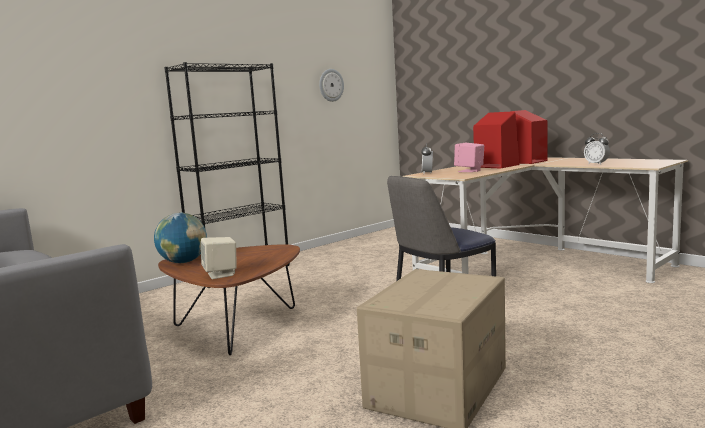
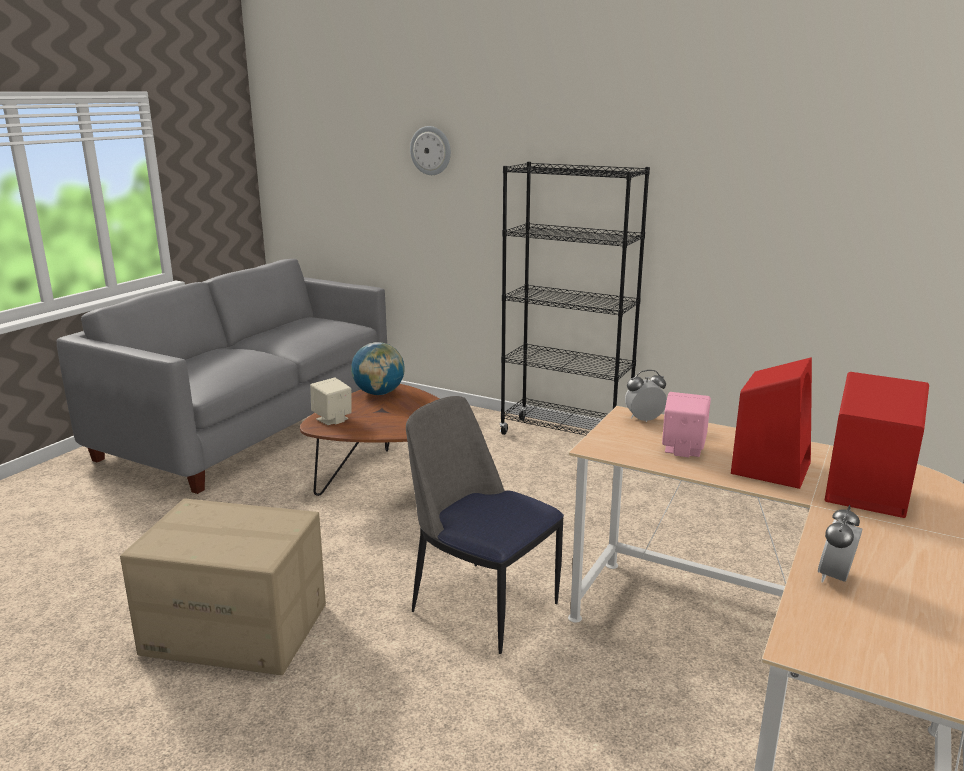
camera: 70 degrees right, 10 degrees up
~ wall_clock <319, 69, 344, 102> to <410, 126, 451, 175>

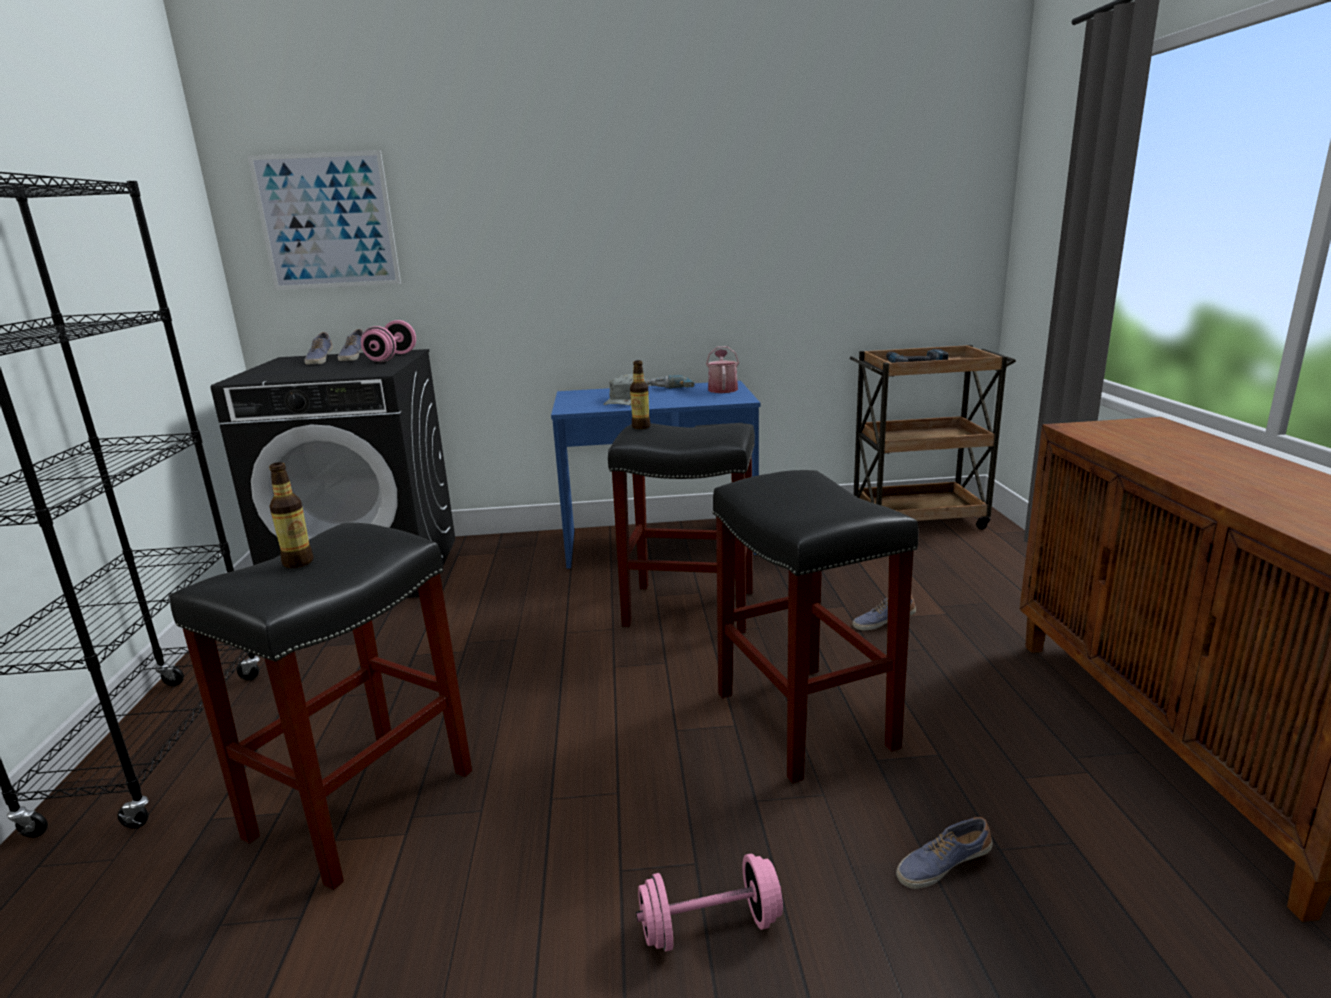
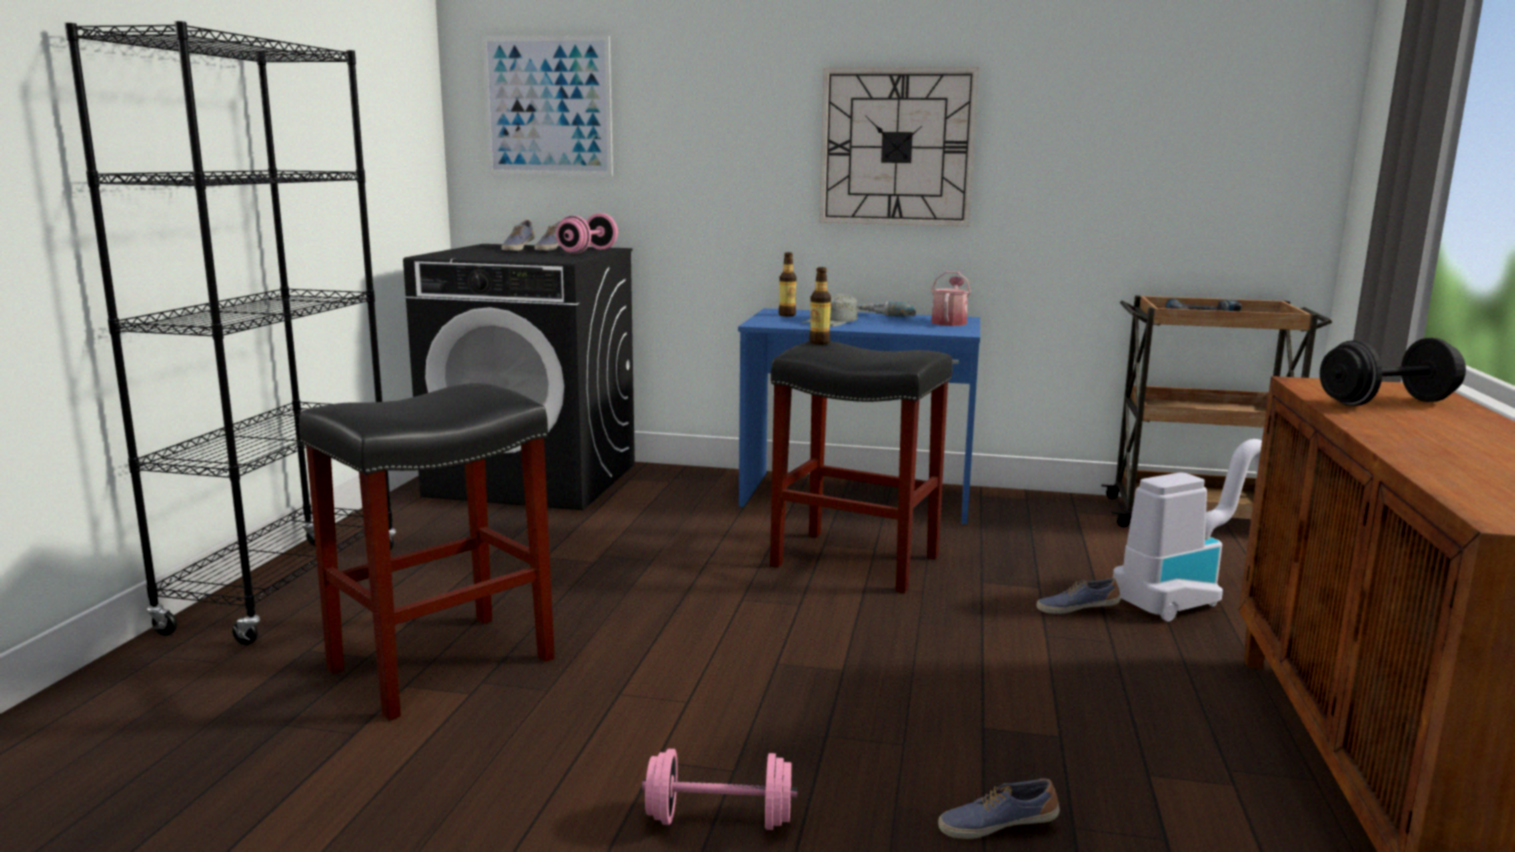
camera: 15 degrees right, 5 degrees down
~ bottle <269, 462, 314, 568> to <779, 252, 796, 317>
- black_stool <712, 470, 919, 784>
+ wall_clock <819, 67, 979, 226>
+ vacuum_cleaner <1113, 439, 1262, 622>
+ black_dumbbell <1320, 338, 1466, 406>

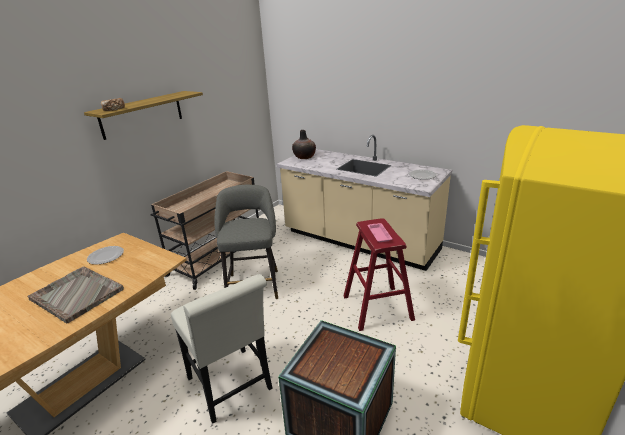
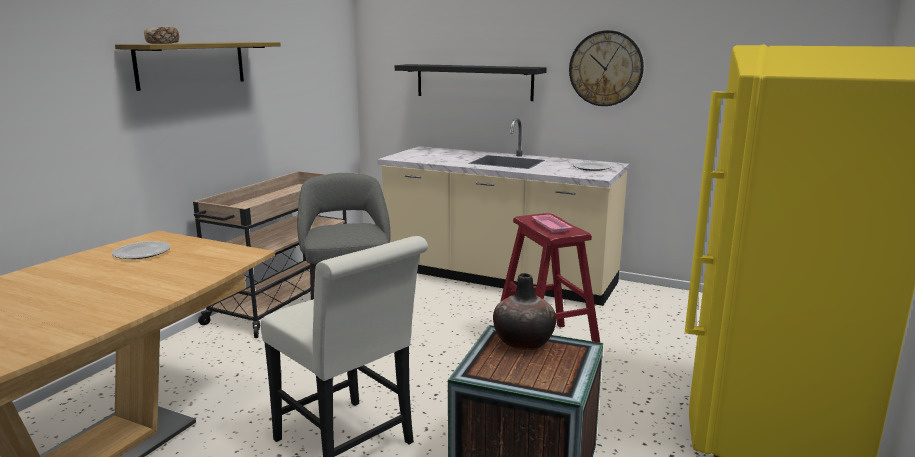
camera: 10 degrees left, 10 degrees down
- grey_tray <27, 266, 124, 323>
~ vase <292, 130, 316, 159> to <493, 273, 556, 350>
+ black_shelf <395, 64, 547, 101>
+ wall_clock <569, 30, 644, 106>

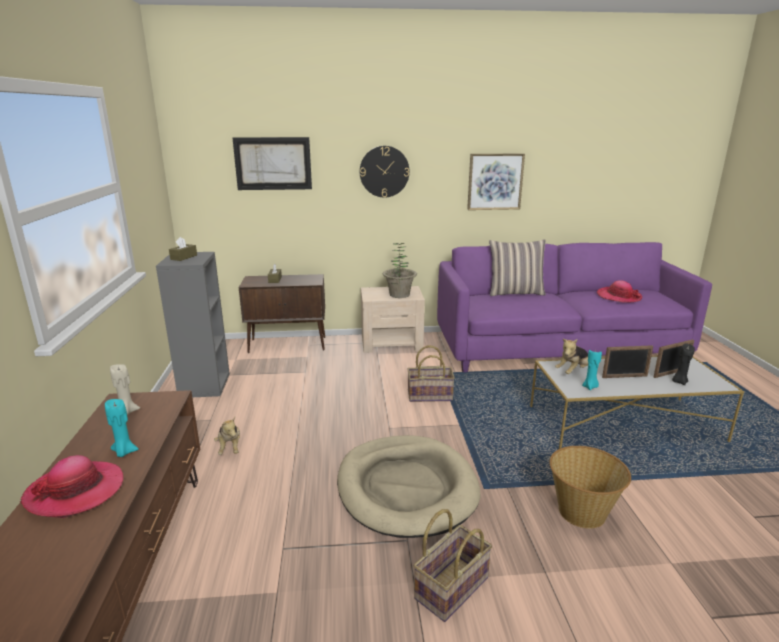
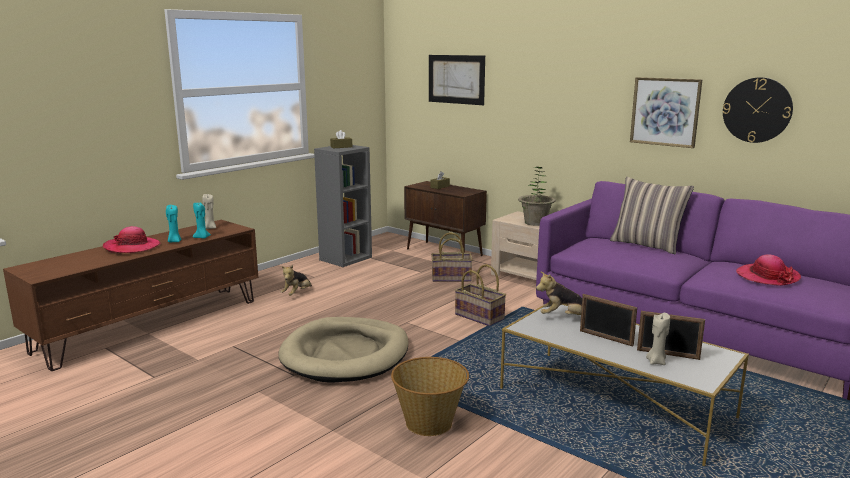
camera: 45 degrees right, 5 degrees down
~ wall_clock <360, 146, 410, 198> to <723, 77, 793, 143>
~ basket <413, 509, 492, 622> to <431, 232, 472, 282>
~ turquoise_candle <582, 350, 602, 390> to <193, 203, 211, 238>
~ black_candle <672, 343, 695, 385> to beige_candle <646, 313, 670, 365>

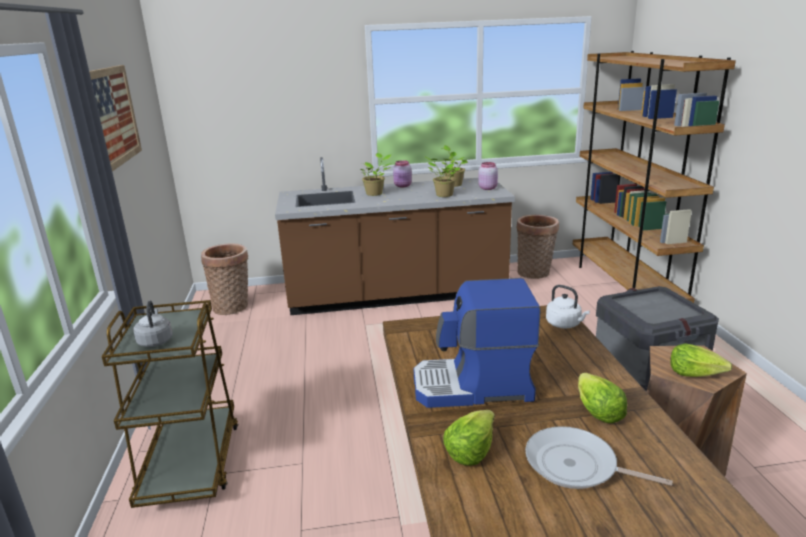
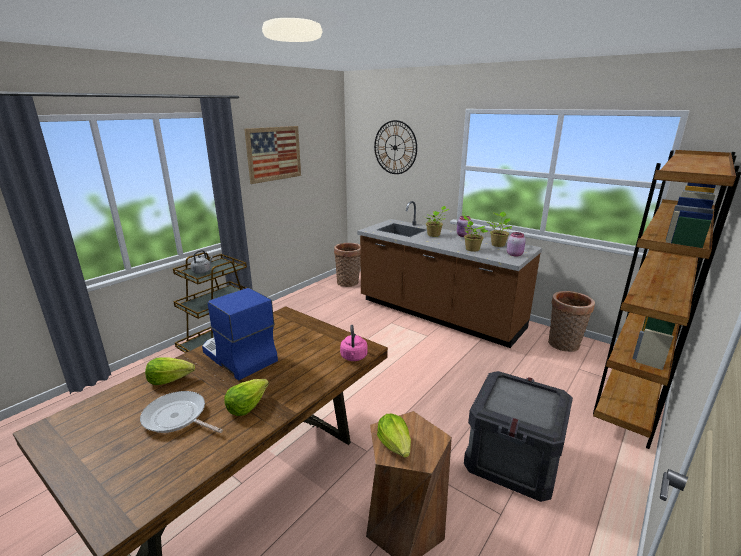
camera: 45 degrees right, 0 degrees up
~ frying_pan <525, 426, 672, 489> = <140, 391, 223, 433> 45 degrees counterclockwise
~ white_kettle <546, 285, 590, 329> to pink_kettle <340, 325, 368, 361>
+ wall_clock <374, 120, 417, 174>

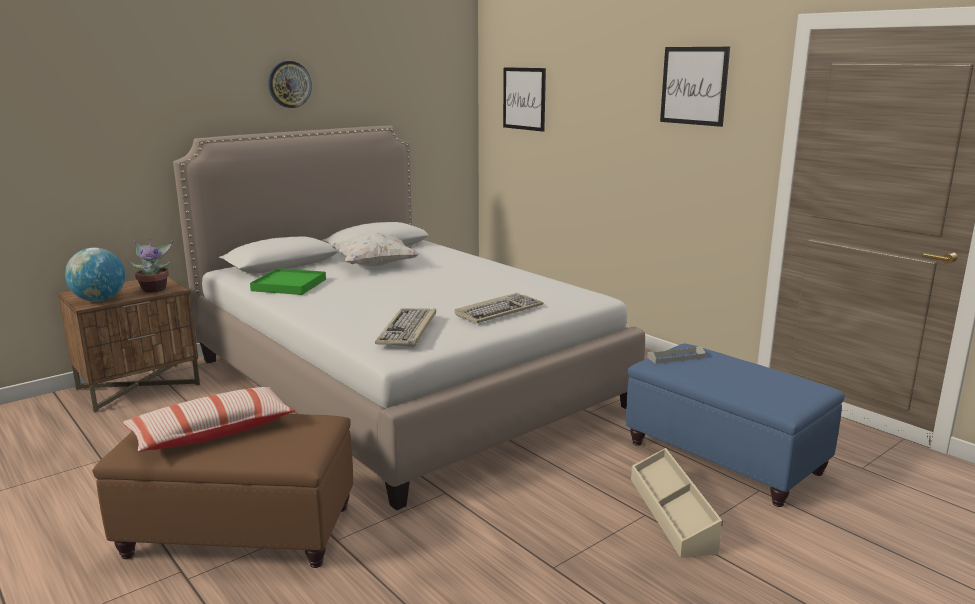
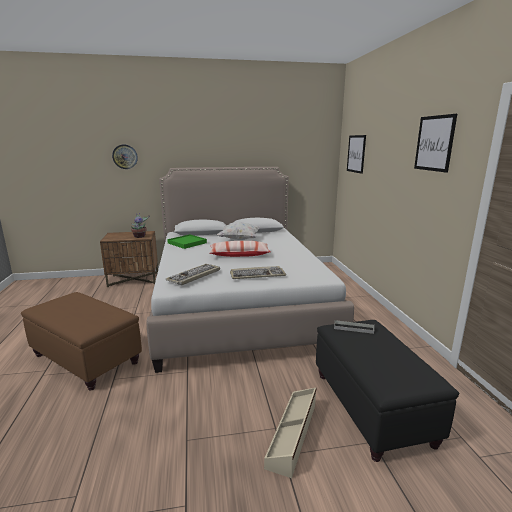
camera: 30 degrees right, 0 degrees up
- globe <65, 248, 125, 302>
~ pillow <123, 387, 295, 452> to <210, 241, 271, 257>
~ wall_clock <268, 61, 312, 108> to <112, 145, 138, 169>
~ blue_ottoman <626, 344, 845, 507> to black_ottoman <316, 320, 459, 462>

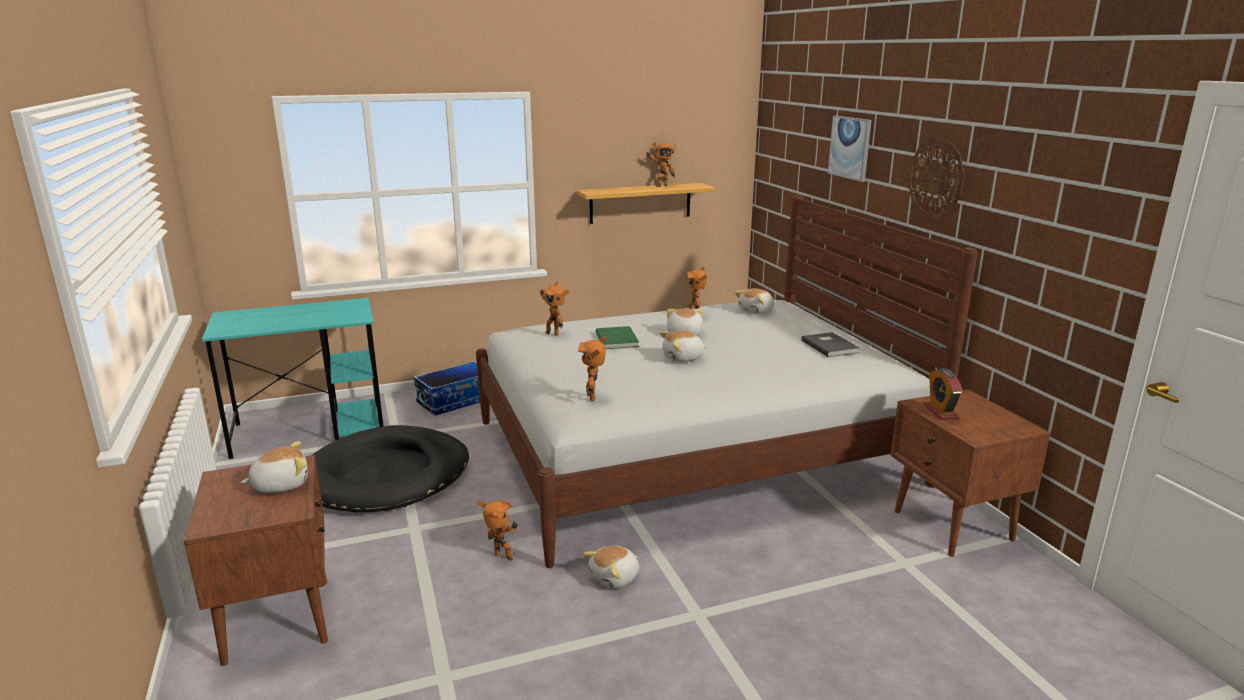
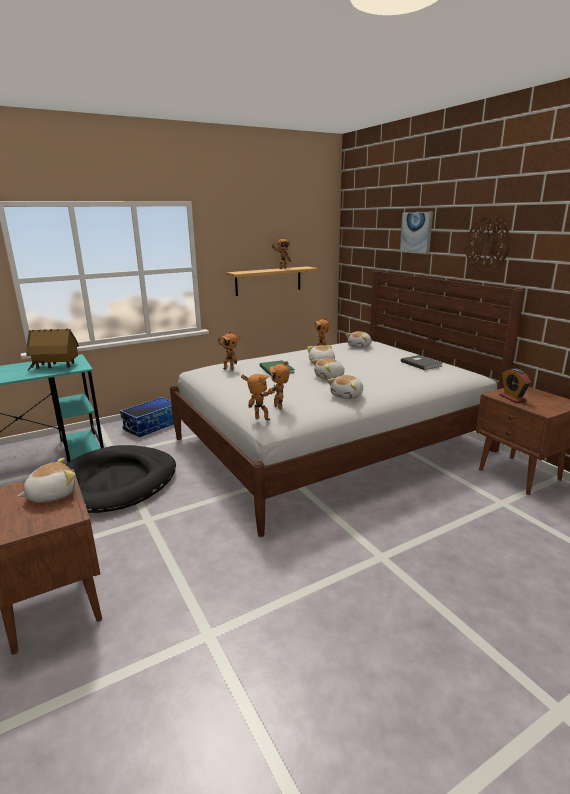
camera: 10 degrees left, 0 degrees up
~ toy_robot <477, 500, 519, 561> to <241, 374, 277, 421>
~ plush_toy <583, 545, 639, 588> to <327, 375, 363, 399>
+ toy_house <26, 329, 79, 371>

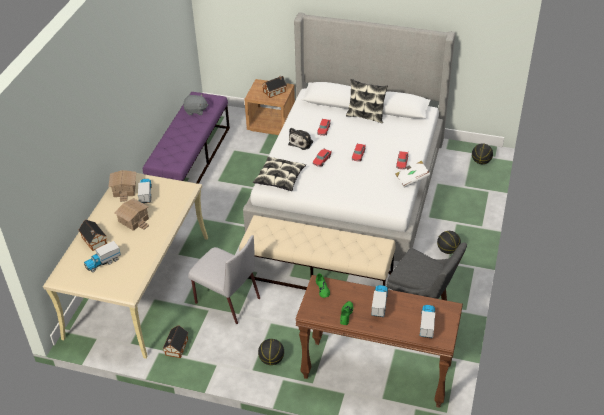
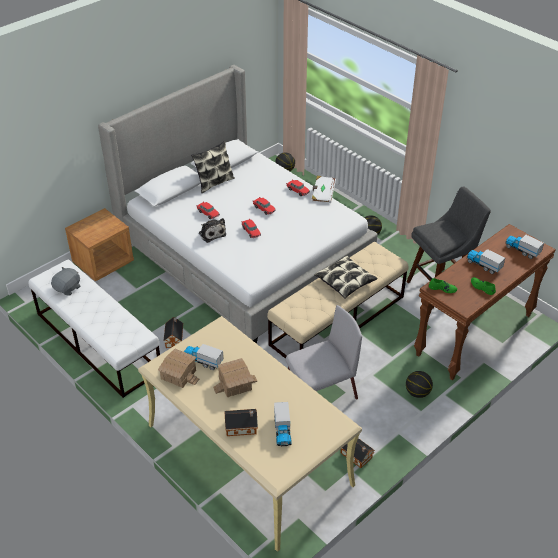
camera: 60 degrees left, 0 degrees up
~ purple_bench <143, 92, 230, 184> to white_bench <28, 260, 160, 398>
~ pillow <253, 157, 306, 191> to <314, 255, 378, 299>
~ toy_house <262, 76, 287, 98> to <163, 317, 183, 348>

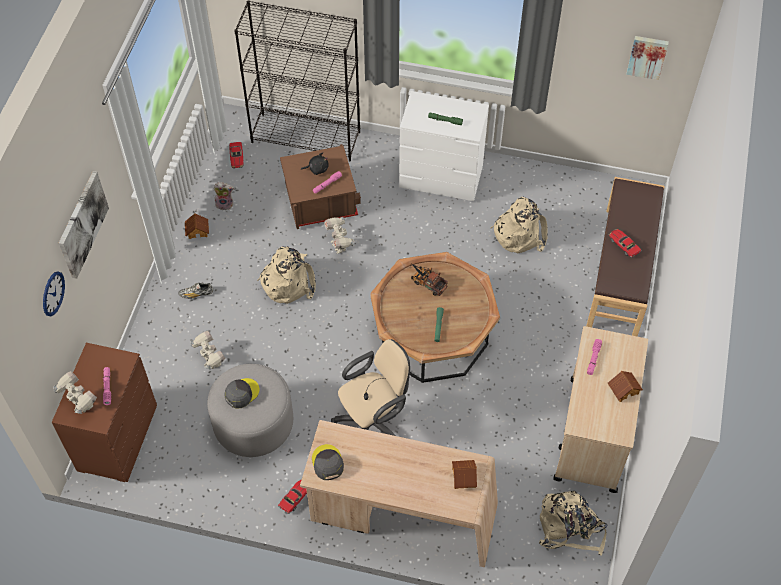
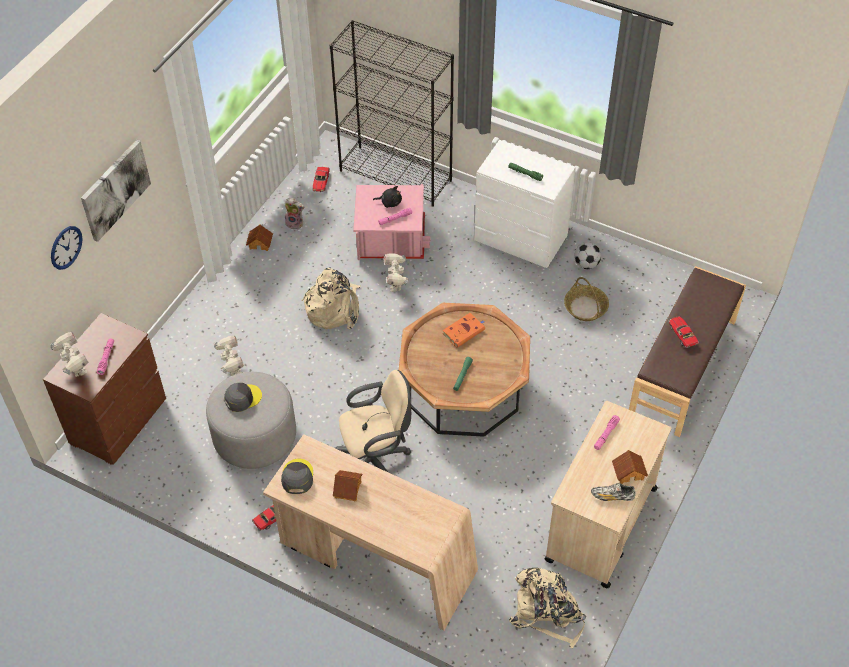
camera: 15 degrees right, 5 degrees down
~ shoe <178, 283, 213, 299> to <591, 483, 636, 501>
~ brown_storage_box <280, 144, 361, 229> to pink_storage_box <353, 184, 430, 260>
~ toy_truck <411, 263, 448, 296> to orange_book <443, 313, 485, 348>
~ toy_house <452, 460, 477, 489> to <333, 470, 362, 501>
~ beige_backpack <490, 197, 548, 254> to basket <564, 277, 609, 321>
- picture <626, 36, 669, 80>
+ football <574, 242, 601, 269>

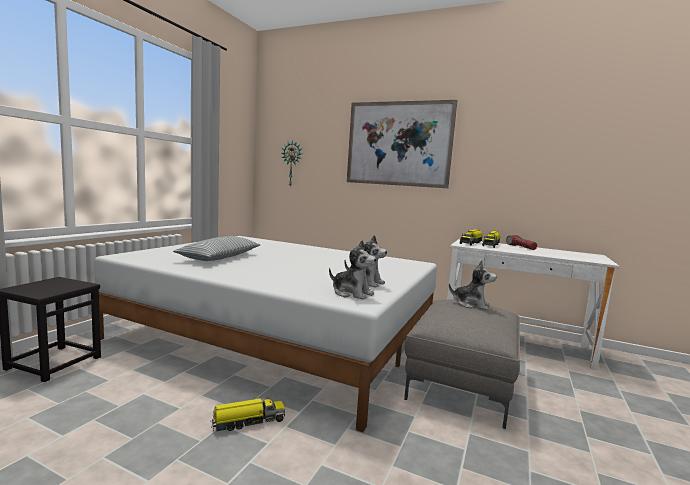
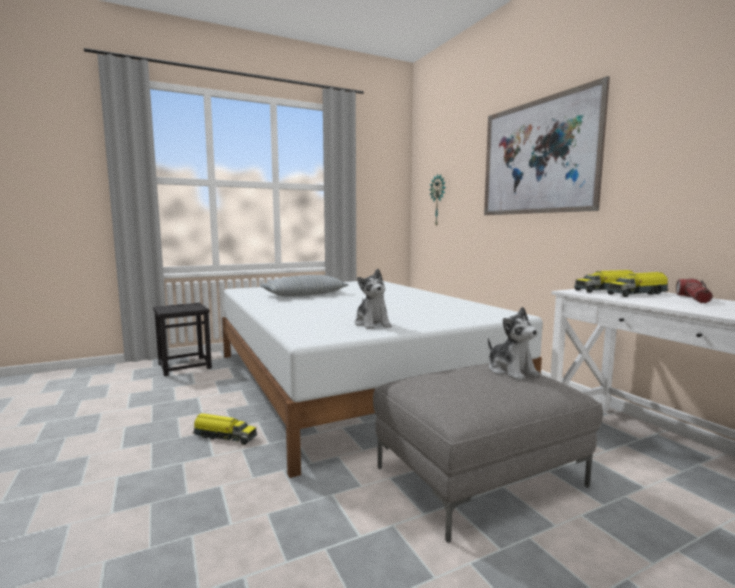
camera: 40 degrees right, 0 degrees up
- plush_toy <329, 241, 376, 300>

